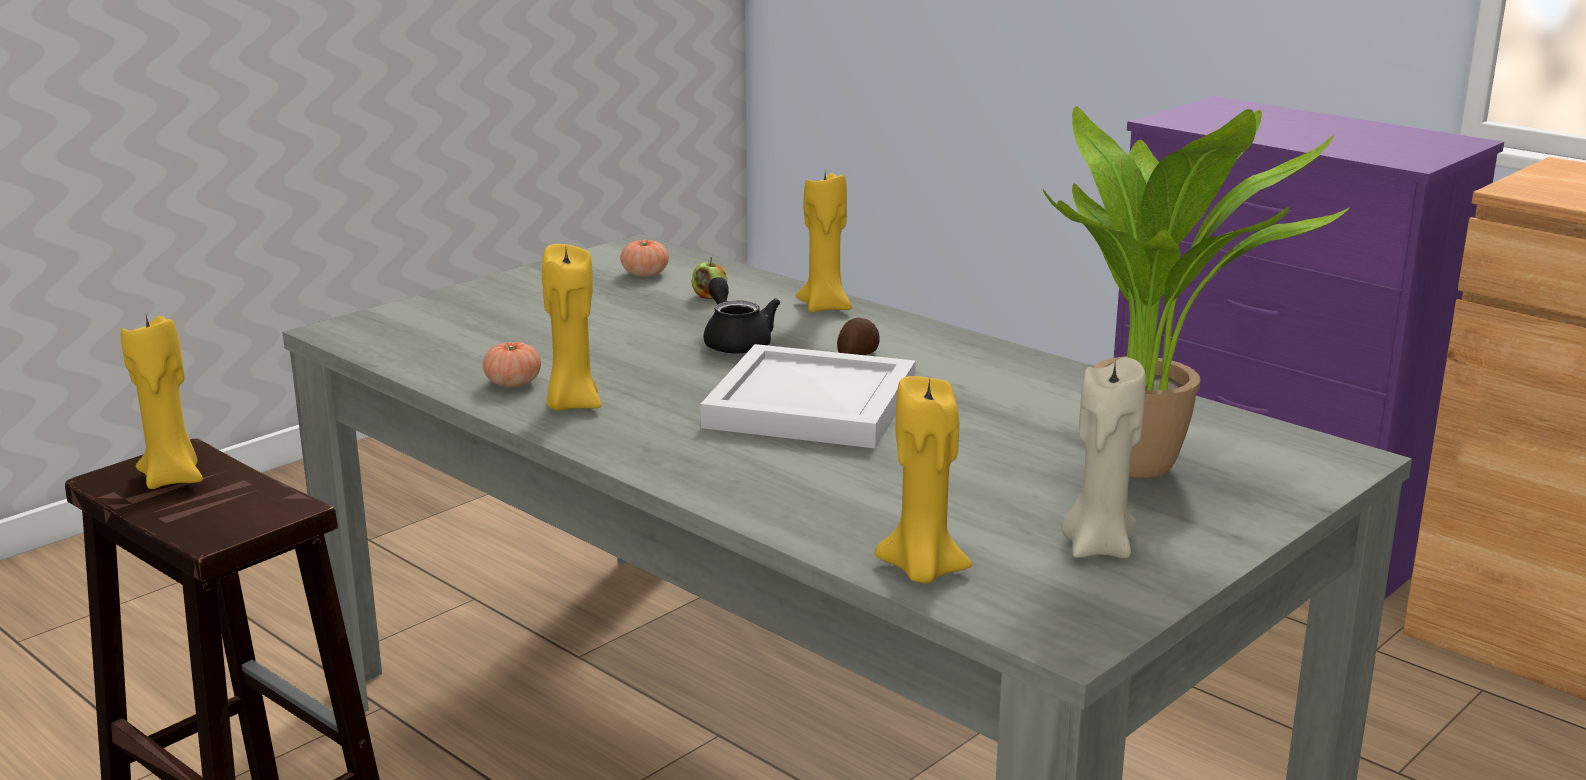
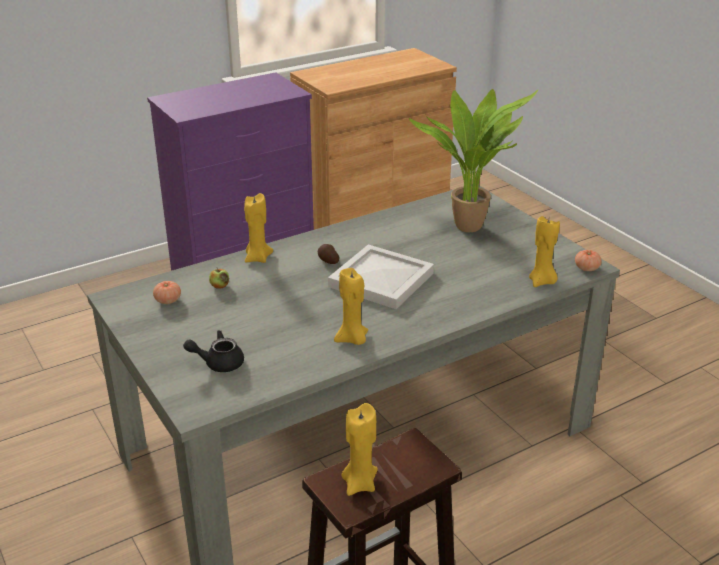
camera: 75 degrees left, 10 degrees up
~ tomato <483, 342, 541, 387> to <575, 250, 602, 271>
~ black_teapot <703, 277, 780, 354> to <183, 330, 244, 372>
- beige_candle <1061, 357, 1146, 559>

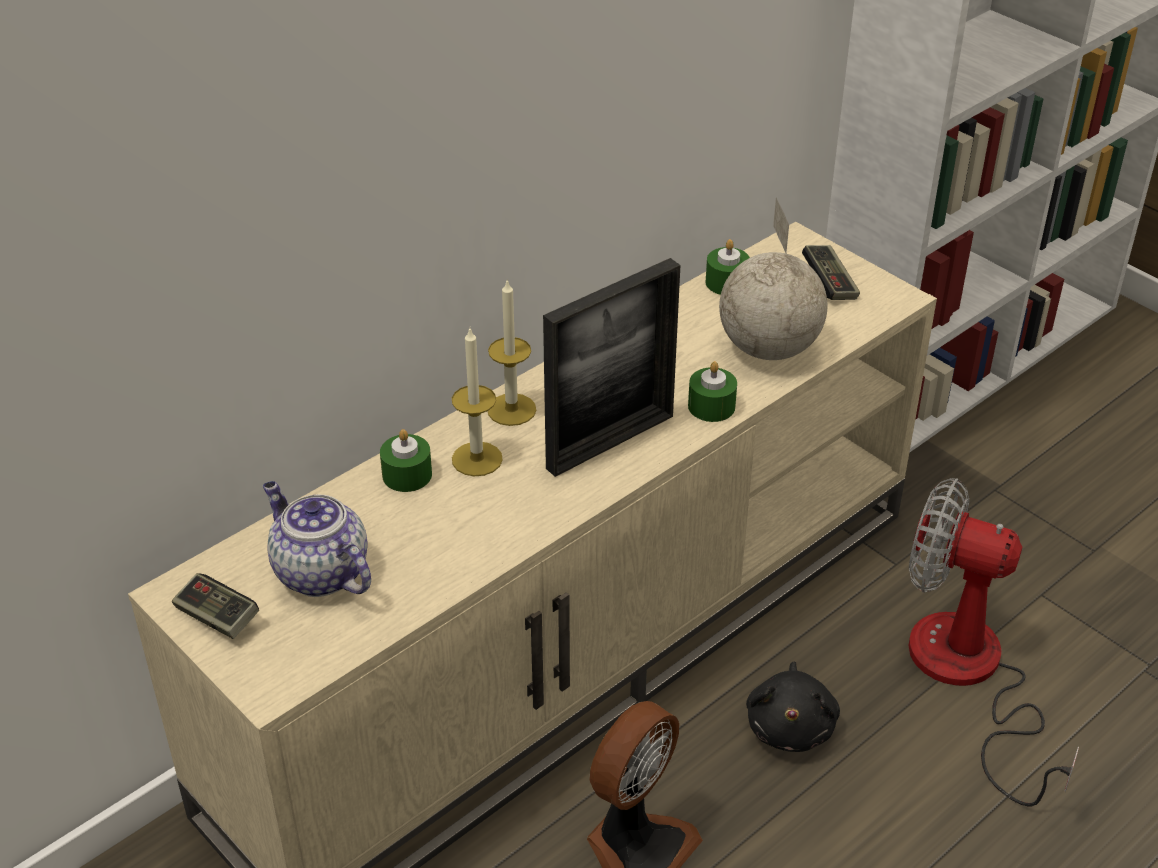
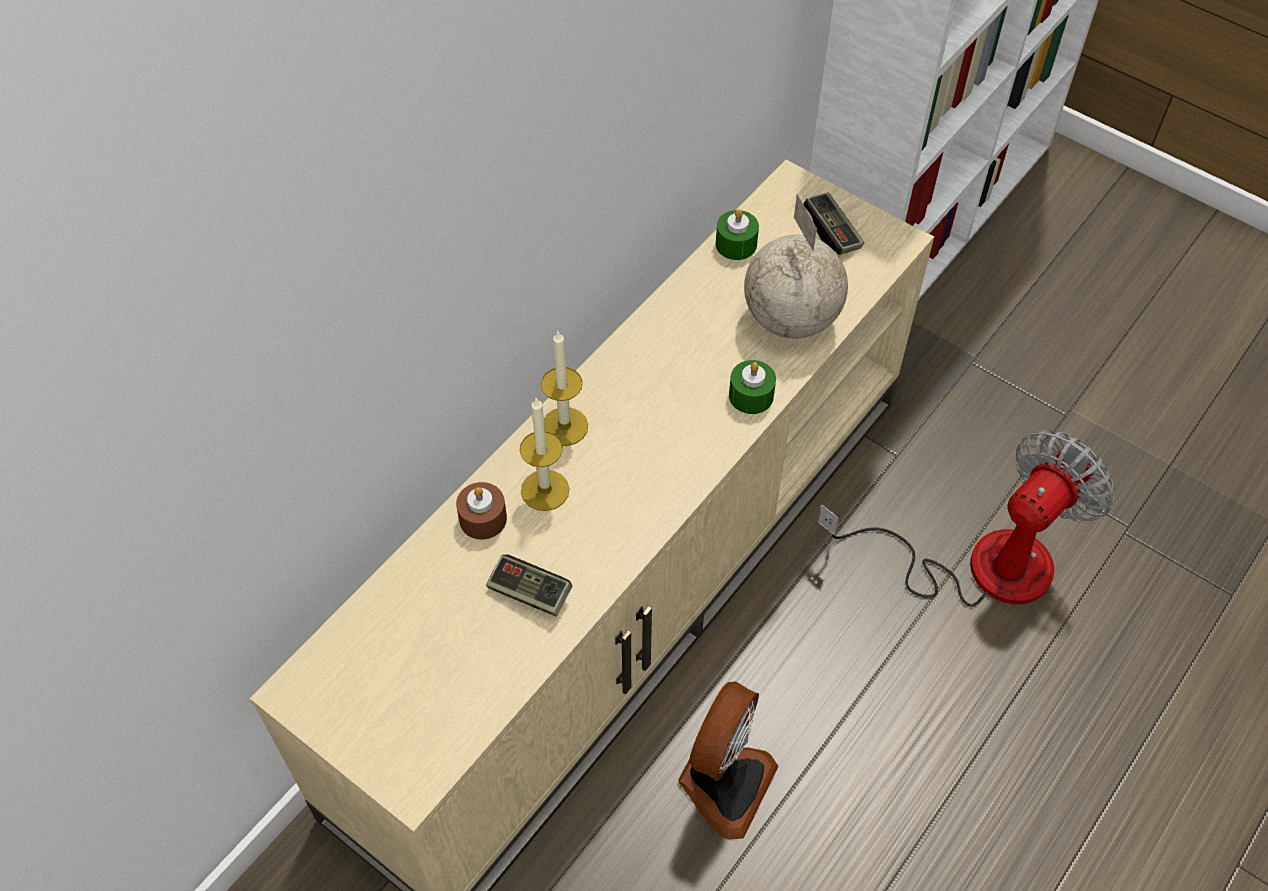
camera: 10 degrees left, 15 degrees up
~ game_controller <172, 573, 259, 639> to <486, 555, 572, 617>
- teapot <263, 481, 371, 597>
~ green_candle <380, 429, 432, 492> to brown_candle <456, 482, 507, 540>
- picture_frame <543, 258, 680, 477>
- black_plush_toy <746, 662, 840, 752>
~ fan <908, 478, 1079, 807> = <818, 430, 1114, 607> 120 degrees clockwise

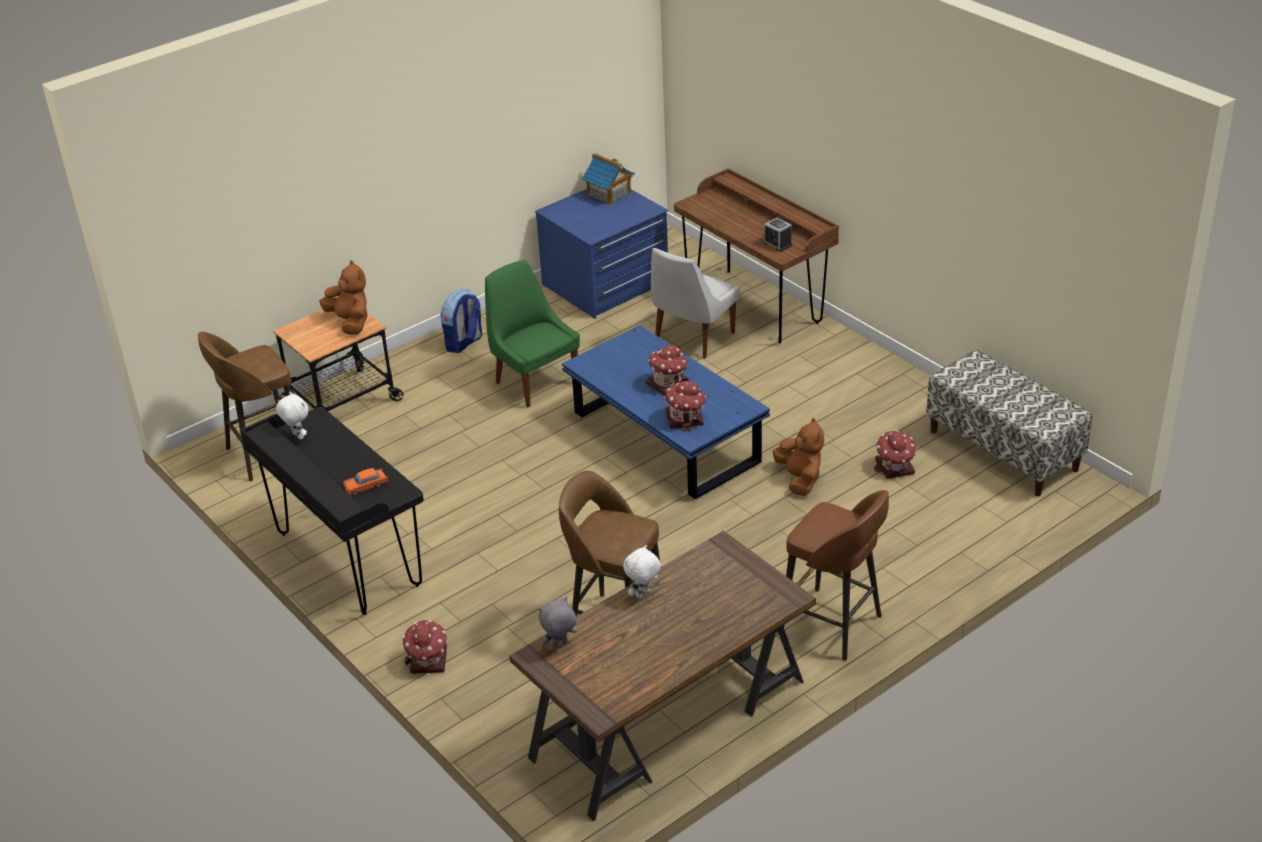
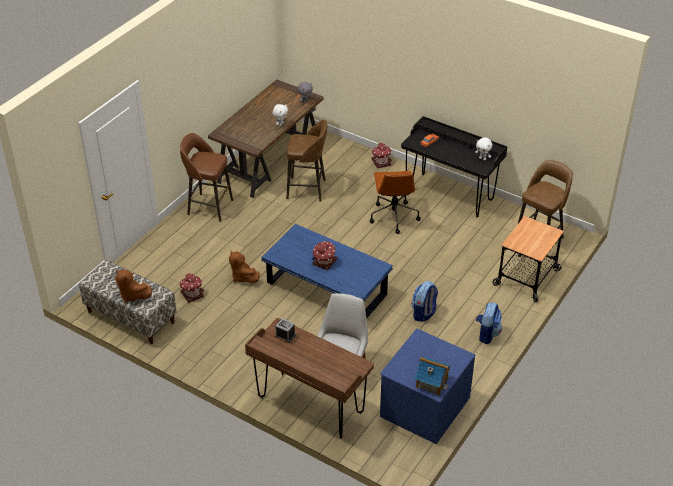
camera: 160 degrees right, 5 degrees up
~ brown_plush_toy <320, 260, 368, 334> to <115, 269, 152, 303>
~ green_chair <485, 260, 580, 407> to backpack <412, 281, 438, 322>
- toy_house <664, 381, 706, 431>
+ brown_office_chair <369, 171, 421, 234>

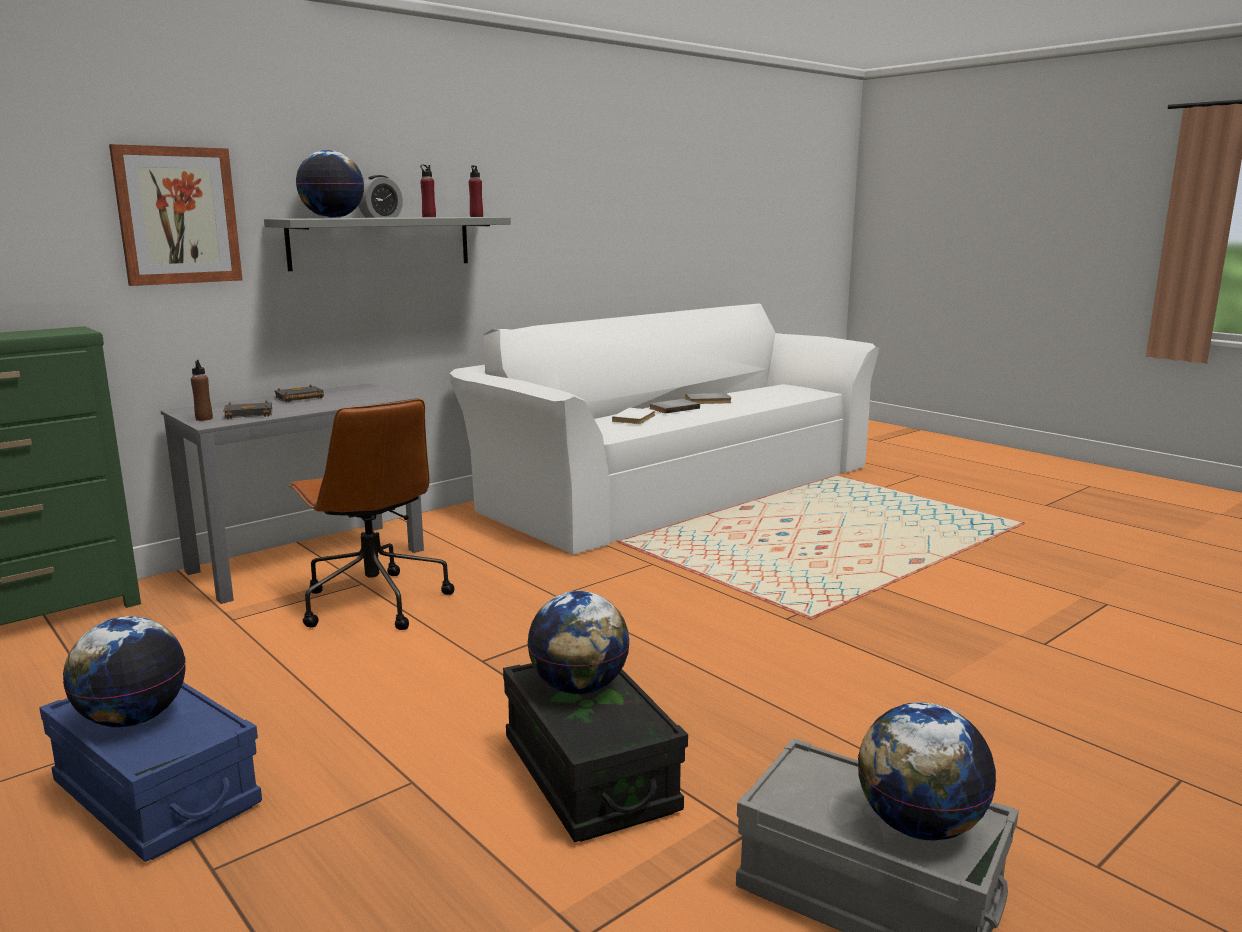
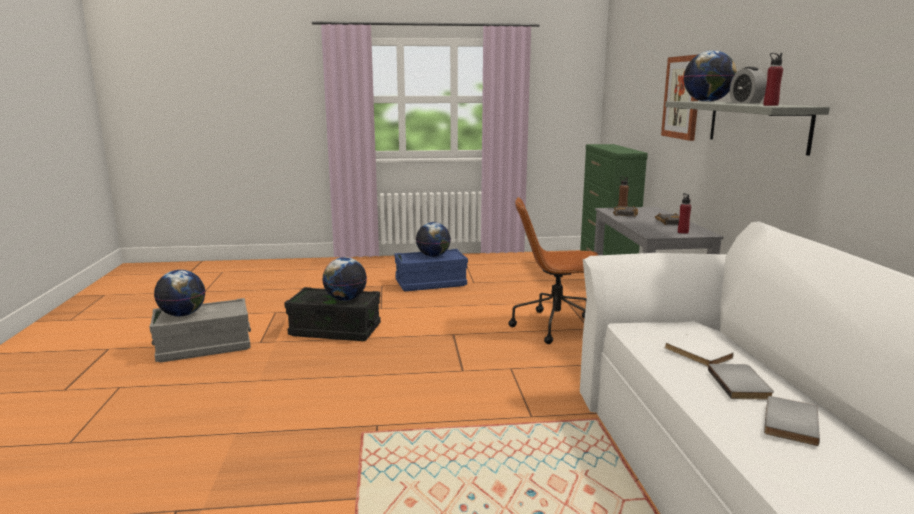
camera: 125 degrees right, 0 degrees up
~ red_bottle <420, 165, 436, 217> to <678, 193, 691, 234>

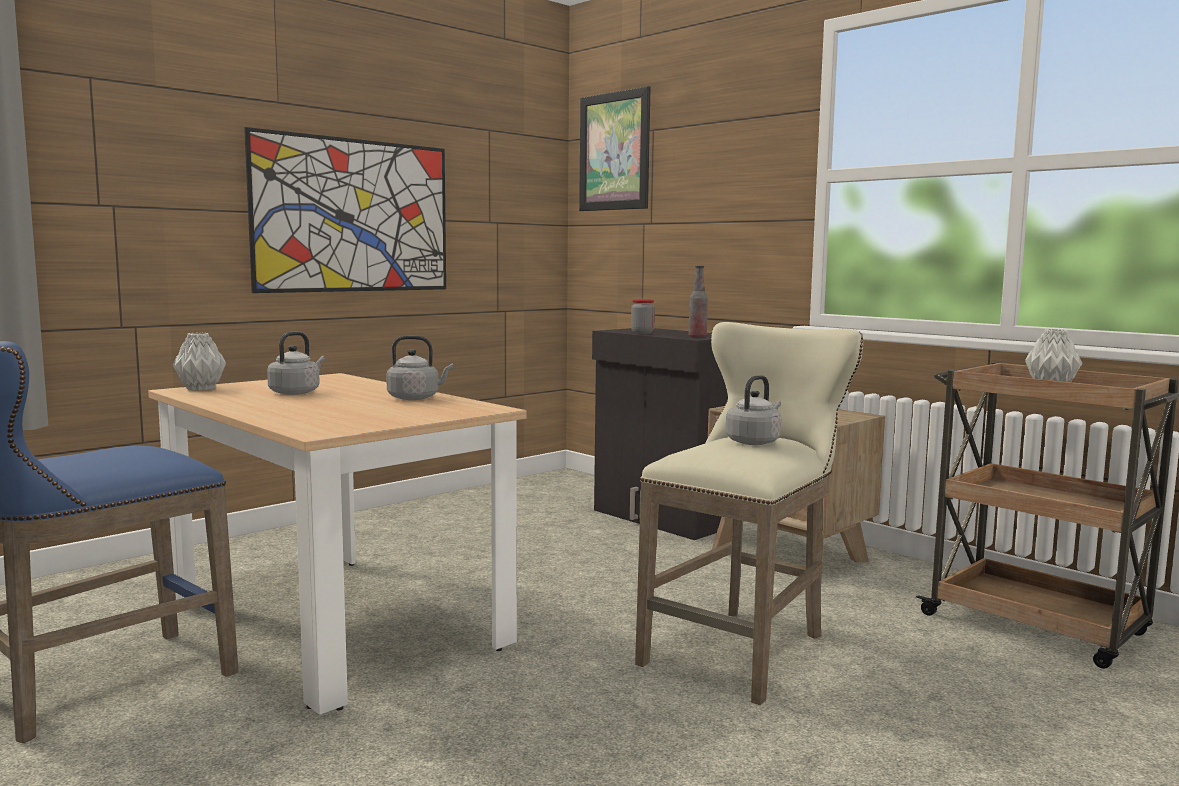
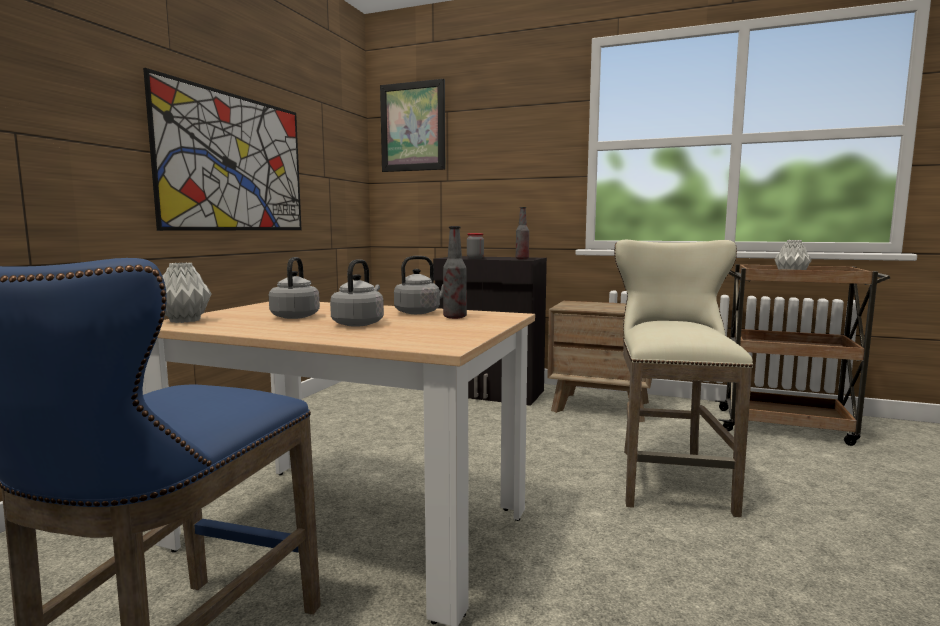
camera: 25 degrees left, 0 degrees up
~ grey_kettle <726, 375, 781, 445> to <330, 259, 384, 327>
+ bottle <443, 226, 467, 319>

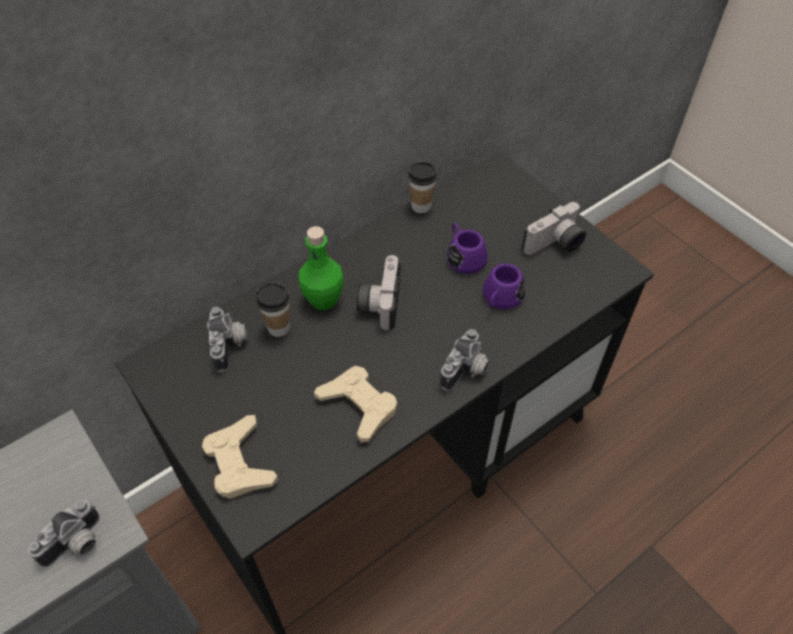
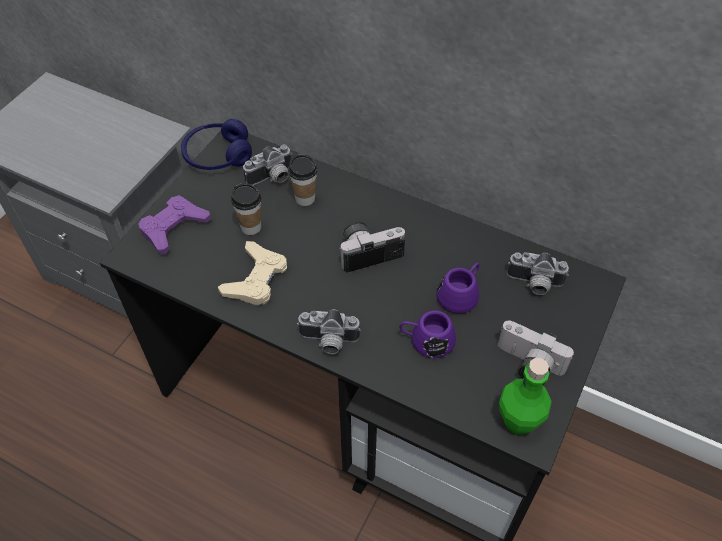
camera: 65 degrees right, 0 degrees up
~ photo_camera <28, 500, 100, 567> to <507, 252, 569, 295>
~ beige_game_controller <202, 415, 278, 499> to purple_game_controller <138, 195, 211, 254>
~ green_bottle <299, 226, 344, 310> to <499, 358, 551, 434>
~ cup <408, 161, 437, 213> to <231, 183, 261, 235>
+ blue_headphones <181, 119, 252, 170>

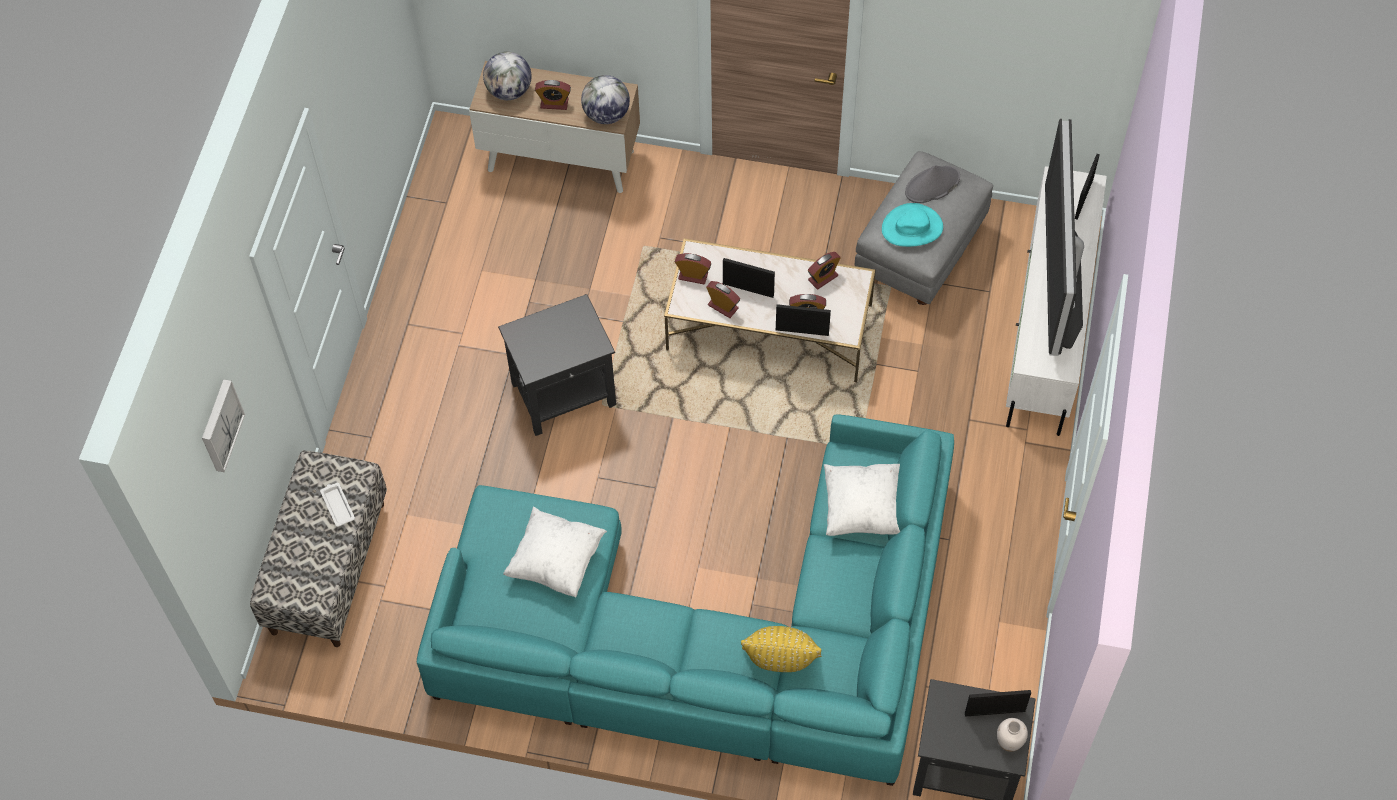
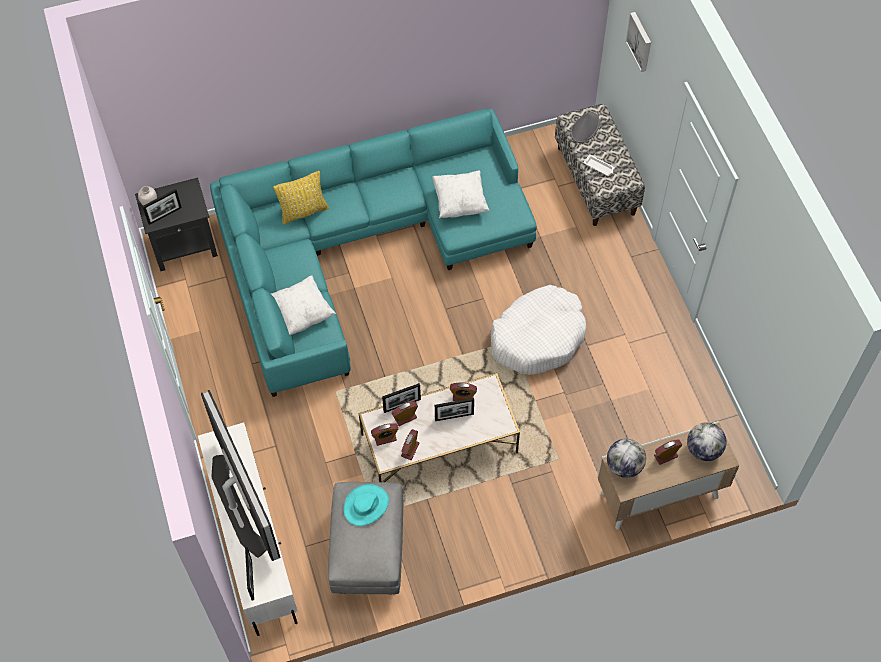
camera: 150 degrees right, 0 degrees up
~ black_side_table <498, 294, 616, 436> to white_dog_bed <491, 285, 586, 375>
~ alarm_clock <675, 253, 711, 284> to <371, 423, 398, 446>
~ grey_hat <905, 166, 960, 203> to <571, 112, 600, 143>

